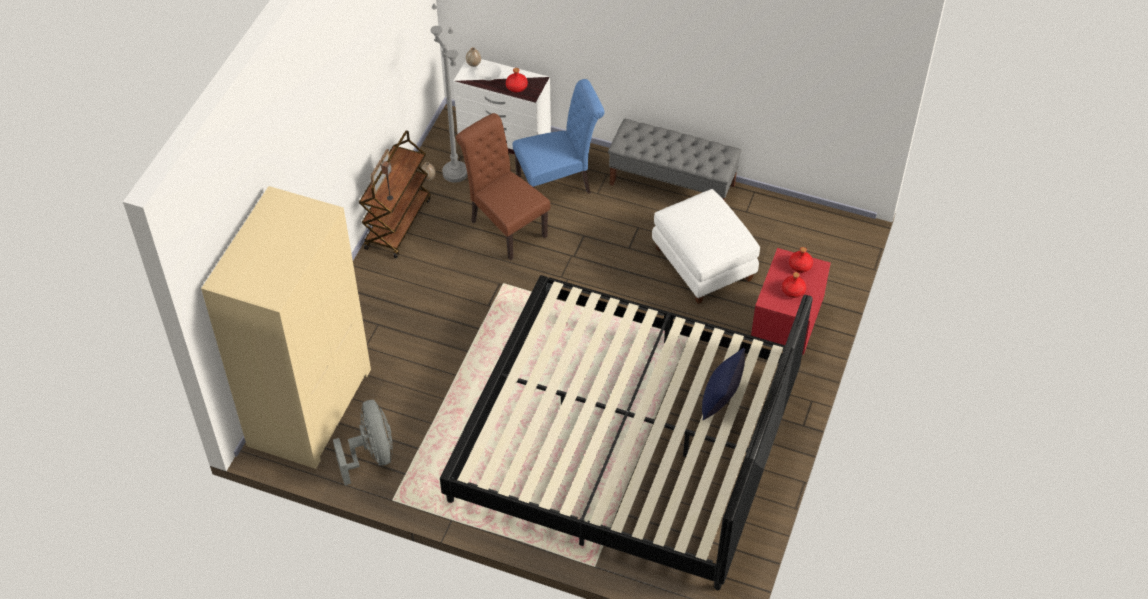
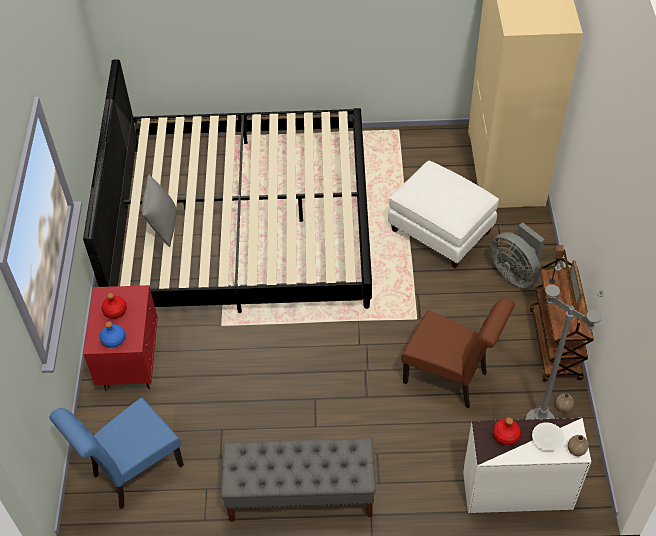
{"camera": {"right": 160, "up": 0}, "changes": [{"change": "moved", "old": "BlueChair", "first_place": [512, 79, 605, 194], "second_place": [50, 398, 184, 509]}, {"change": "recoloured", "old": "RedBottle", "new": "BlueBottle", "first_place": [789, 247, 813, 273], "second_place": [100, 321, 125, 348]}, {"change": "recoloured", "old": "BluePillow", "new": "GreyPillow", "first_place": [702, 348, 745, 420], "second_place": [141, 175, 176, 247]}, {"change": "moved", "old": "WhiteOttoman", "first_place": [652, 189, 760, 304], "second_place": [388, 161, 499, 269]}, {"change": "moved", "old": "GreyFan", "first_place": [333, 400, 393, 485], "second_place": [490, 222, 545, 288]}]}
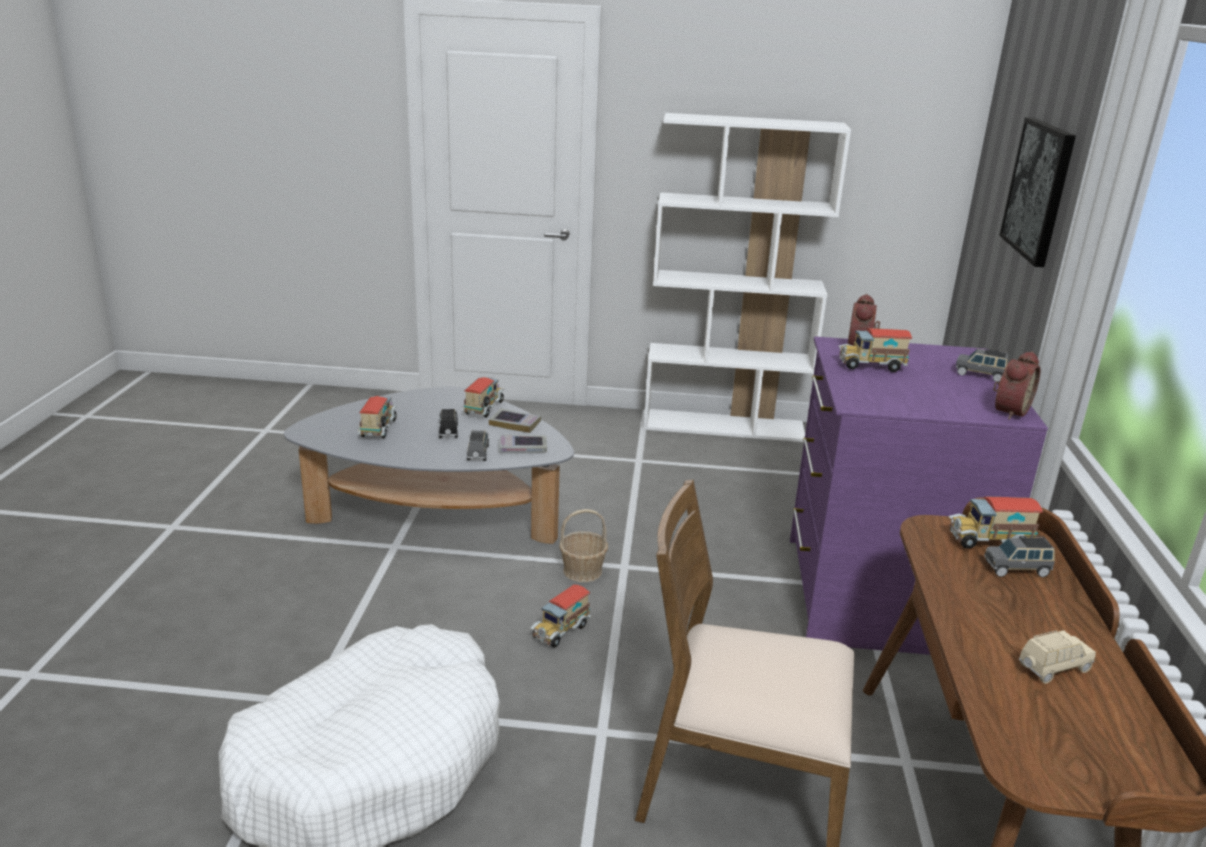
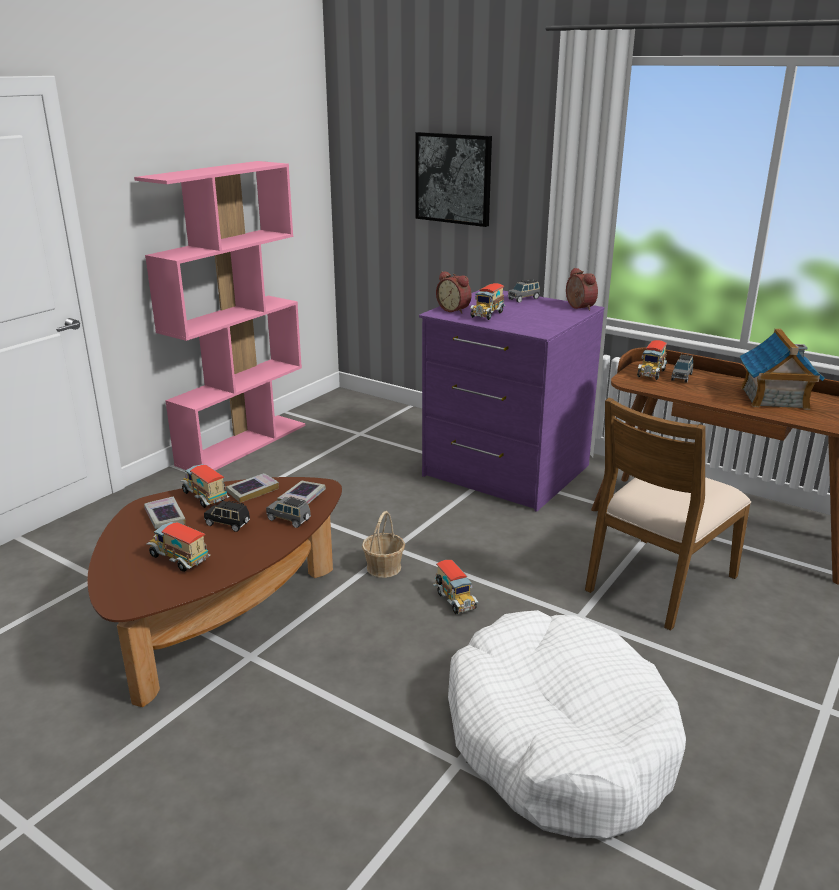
{"camera": {"right": -60, "up": 0}, "changes": [{"change": "recoloured", "old": "GreyCoffeeTable", "new": "BrownCoffeeTable", "first_place": [284, 387, 574, 544], "second_place": [87, 477, 342, 707]}, {"change": "recoloured", "old": "WhiteBookcase", "new": "PinkBookcase", "first_place": [643, 113, 851, 442], "second_place": [134, 161, 305, 471]}, {"change": "added", "new": "Book", "second_place": [144, 497, 186, 529]}, {"change": "replaced", "old": "BeigeToyCar", "new": "ToyHouse", "first_place": [1019, 630, 1096, 684], "second_place": [740, 329, 825, 410]}]}
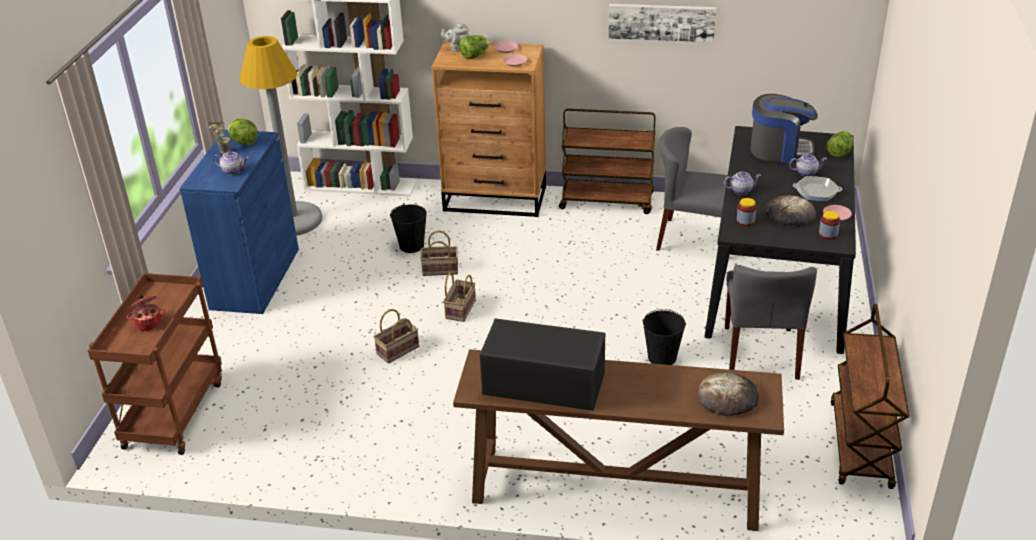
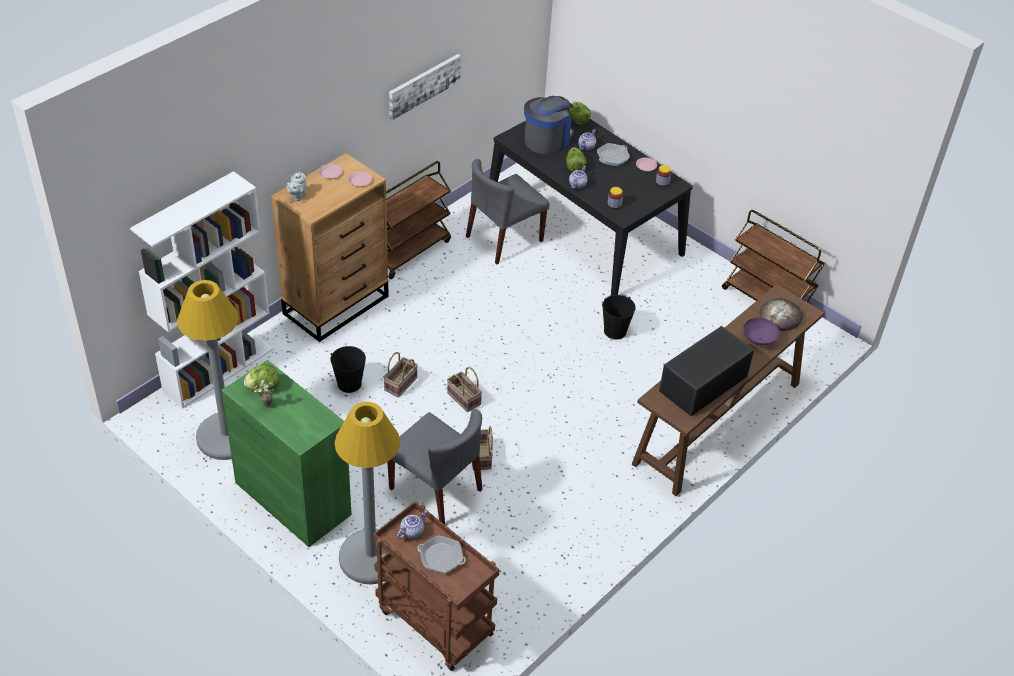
{"camera": {"right": -60, "up": 10}, "changes": [{"change": "recoloured", "old": "BlueCabinet", "new": "GreenCabinet", "first_place": [180, 130, 299, 314], "second_place": [221, 360, 352, 547]}, {"change": "added", "new": "GreyFloorLamp", "second_place": [335, 402, 400, 584]}, {"change": "moved", "old": "GreyChair", "first_place": [725, 265, 817, 380], "second_place": [387, 409, 482, 525]}, {"change": "moved", "old": "Teapot", "first_place": [213, 151, 248, 175], "second_place": [397, 510, 427, 539]}, {"change": "replaced", "old": "CookingPot", "new": "FryingPan", "first_place": [127, 295, 166, 331], "second_place": [417, 535, 466, 574]}, {"change": "moved", "old": "Lettuce", "first_place": [459, 35, 490, 59], "second_place": [566, 147, 587, 172]}, {"change": "added", "new": "PurpleBowl", "second_place": [743, 318, 779, 345]}, {"change": "removed", "old": "Bread", "first_place": [765, 195, 816, 227]}]}
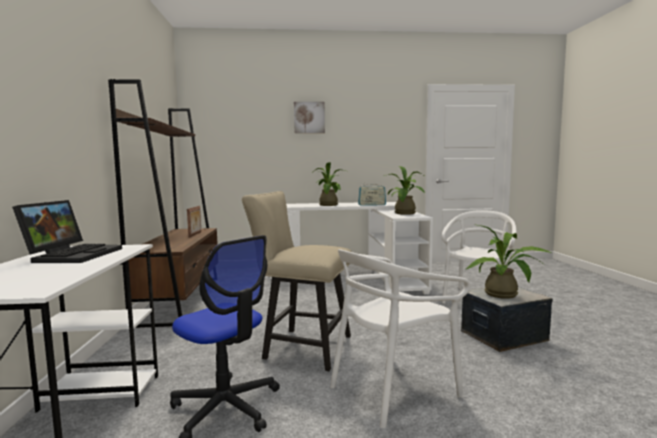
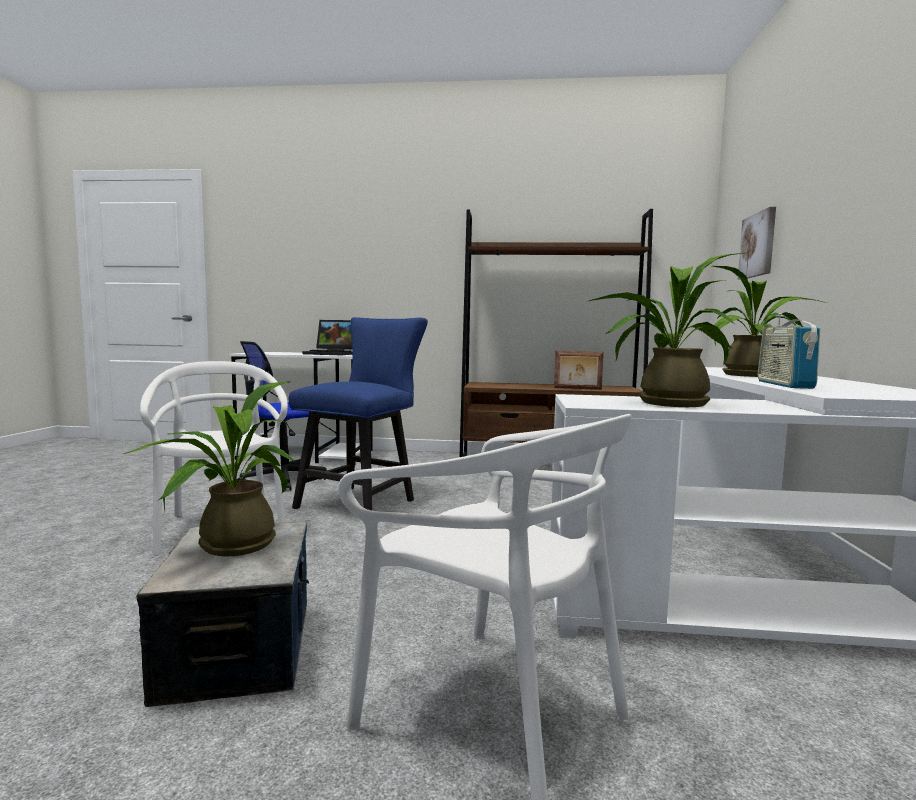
{"camera": {"right": 100, "up": 0}, "changes": [{"change": "recoloured", "old": "BeigeChair", "new": "BlueChair", "first_place": [242, 191, 352, 371], "second_place": [289, 317, 428, 510]}, {"change": "moved", "old": "Picture", "first_place": [294, 102, 325, 133], "second_place": [738, 207, 776, 280]}]}
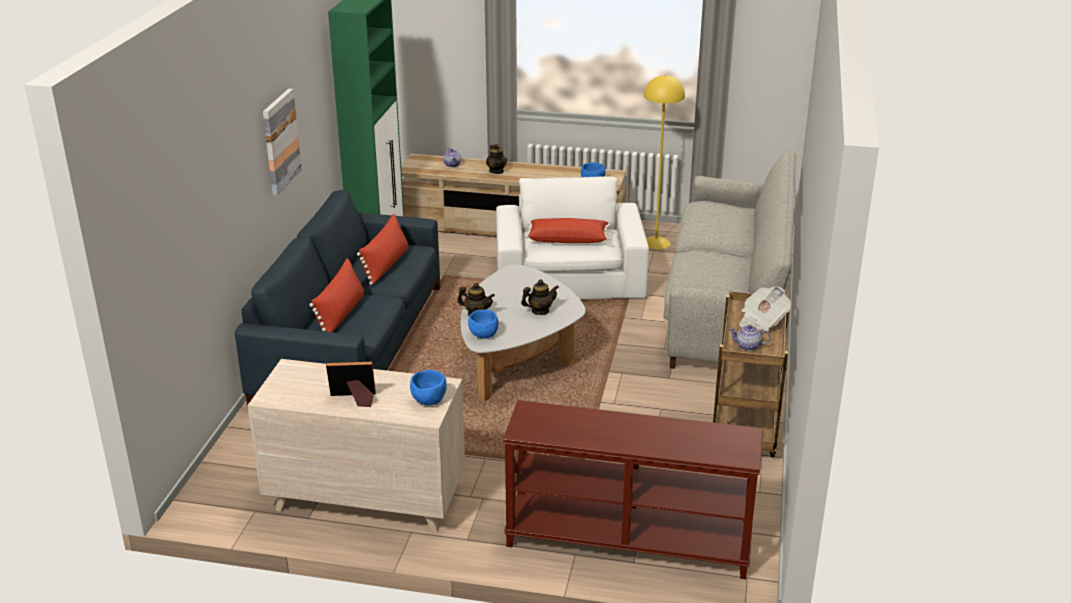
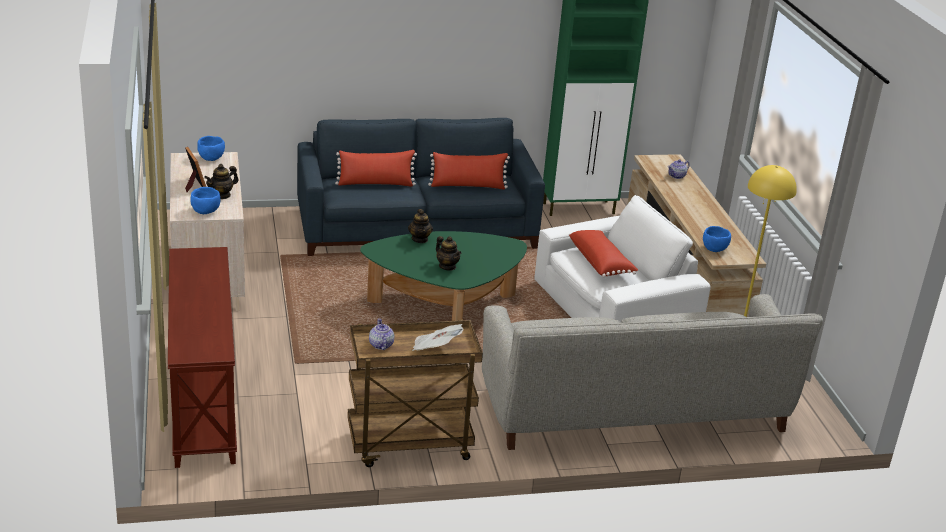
{"camera": {"right": 65, "up": 0}, "changes": [{"change": "moved", "old": "BlueBowl", "first_place": [468, 309, 498, 339], "second_place": [197, 136, 225, 161]}, {"change": "moved", "old": "Teapot", "first_place": [486, 144, 507, 174], "second_place": [204, 164, 238, 199]}, {"change": "recoloured", "old": "WhiteCoffeeTable", "new": "GreenCoffeeTable", "first_place": [461, 264, 585, 402], "second_place": [360, 231, 527, 321]}, {"change": "removed", "old": "Picture", "first_place": [263, 89, 302, 196]}]}
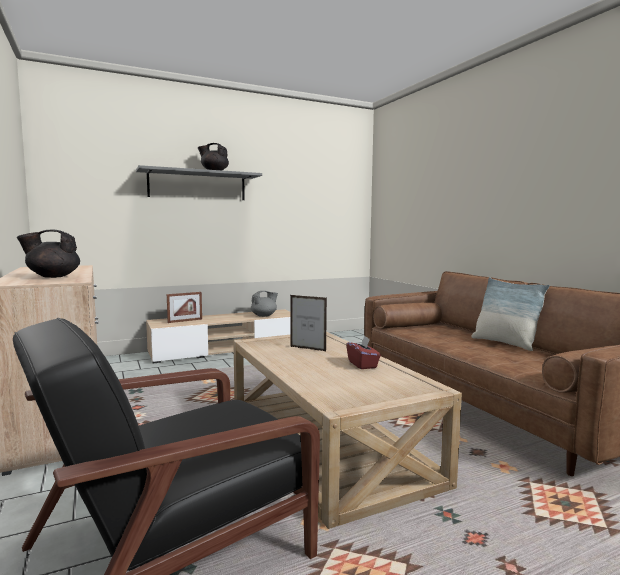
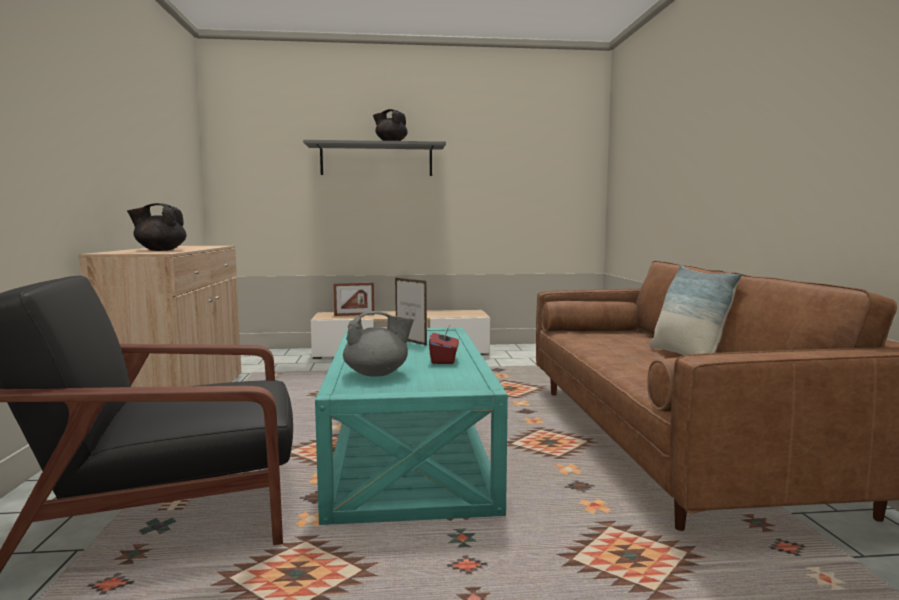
{"camera": {"right": 20, "up": 0}, "changes": [{"change": "recoloured", "old": "BeigeCoffeeTable", "new": "TurquoiseCoffeeTable", "first_place": [233, 332, 462, 529], "second_place": [315, 328, 508, 525]}, {"change": "moved", "old": "GreyTeapot", "first_place": [251, 291, 278, 317], "second_place": [343, 311, 414, 377]}]}
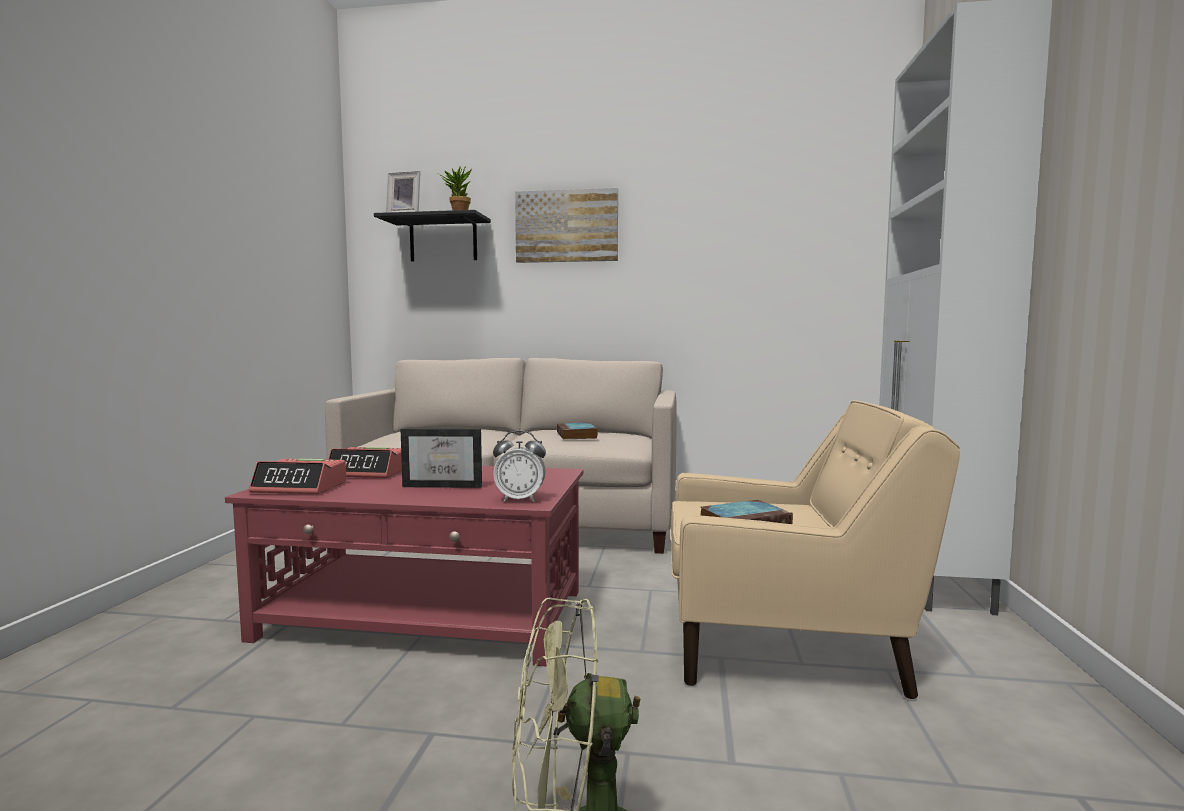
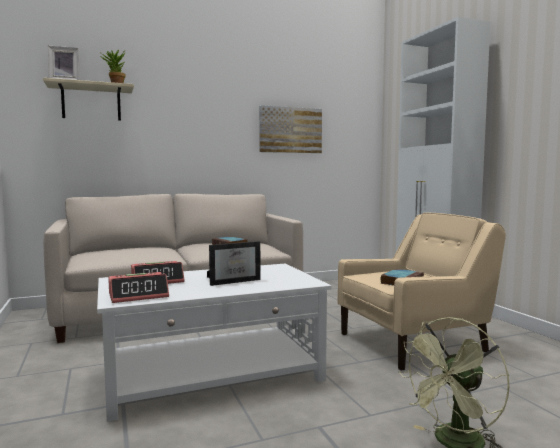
{"camera": {"right": -30, "up": 0}, "changes": [{"change": "recoloured", "old": "BlackShelf", "new": "BeigeShelf", "first_place": [374, 210, 491, 261], "second_place": [43, 78, 134, 121]}, {"change": "recoloured", "old": "RedCoffeeTable", "new": "WhiteCoffeeTable", "first_place": [225, 466, 584, 667], "second_place": [97, 263, 331, 422]}, {"change": "moved", "old": "Picture", "first_place": [515, 188, 618, 263], "second_place": [259, 105, 322, 153]}, {"change": "removed", "old": "AlarmClock", "first_place": [493, 431, 546, 502]}]}
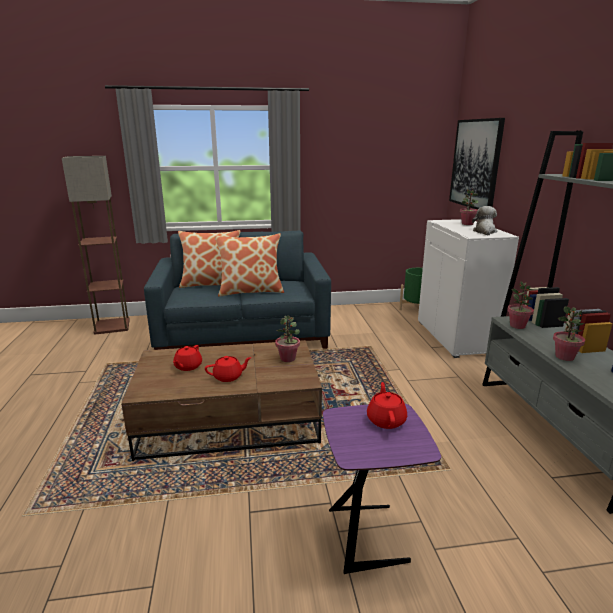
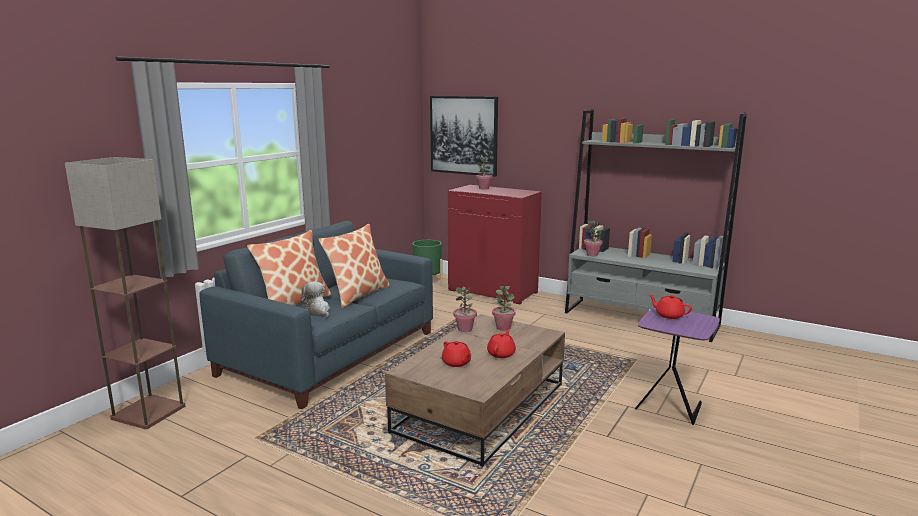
{"camera": {"right": -50, "up": -5}, "changes": [{"change": "moved", "old": "PlushToy", "first_place": [472, 206, 497, 235], "second_place": [300, 281, 330, 318]}, {"change": "recoloured", "old": "WhiteCabinet", "new": "RedCabinet", "first_place": [418, 219, 519, 358], "second_place": [448, 185, 542, 304]}, {"change": "moved", "old": "PottedPlant", "first_place": [553, 306, 585, 361], "second_place": [453, 287, 477, 332]}]}
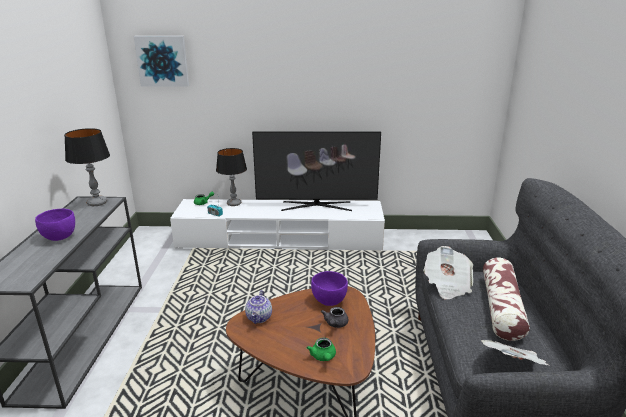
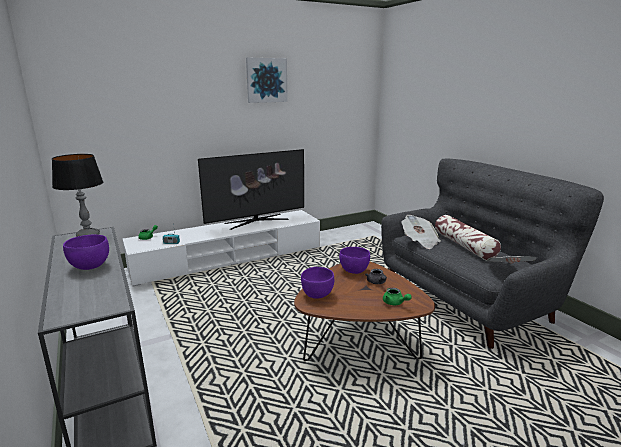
{"camera": {"right": -30, "up": -5}, "changes": [{"change": "moved", "old": "Picture", "first_place": [134, 36, 189, 87], "second_place": [246, 58, 288, 103]}, {"change": "replaced", "old": "Teapot", "new": "PurpleBowl", "first_place": [245, 290, 272, 324], "second_place": [301, 267, 334, 299]}, {"change": "removed", "old": "TableLamp", "first_place": [216, 148, 247, 206]}]}
